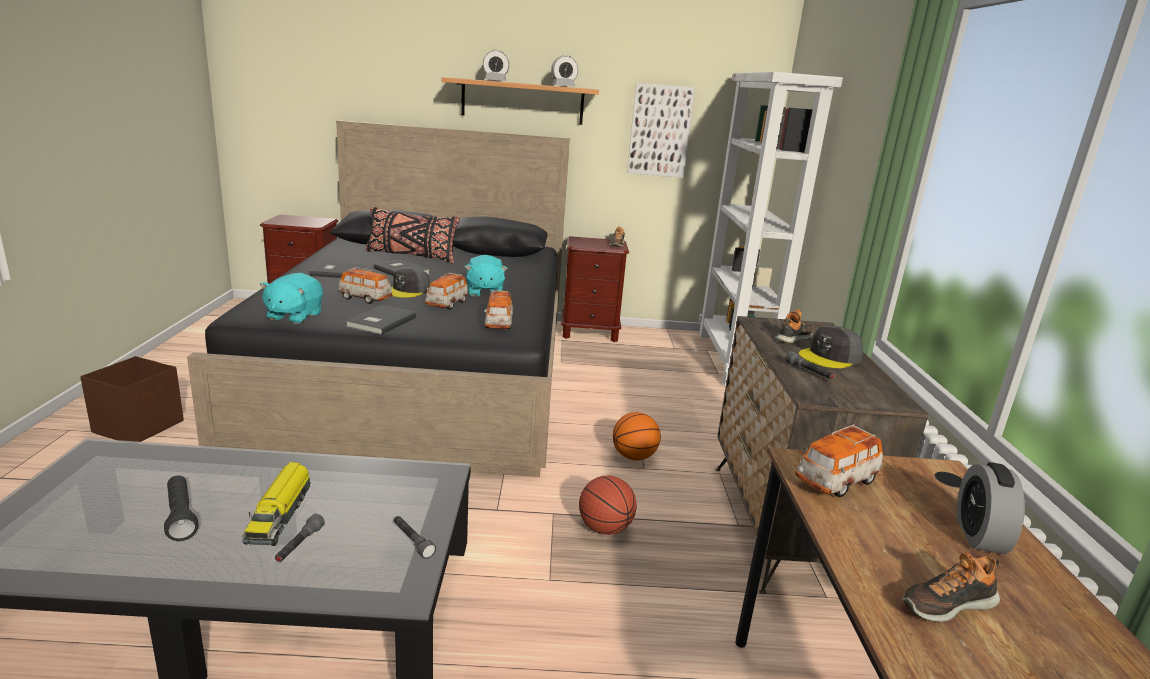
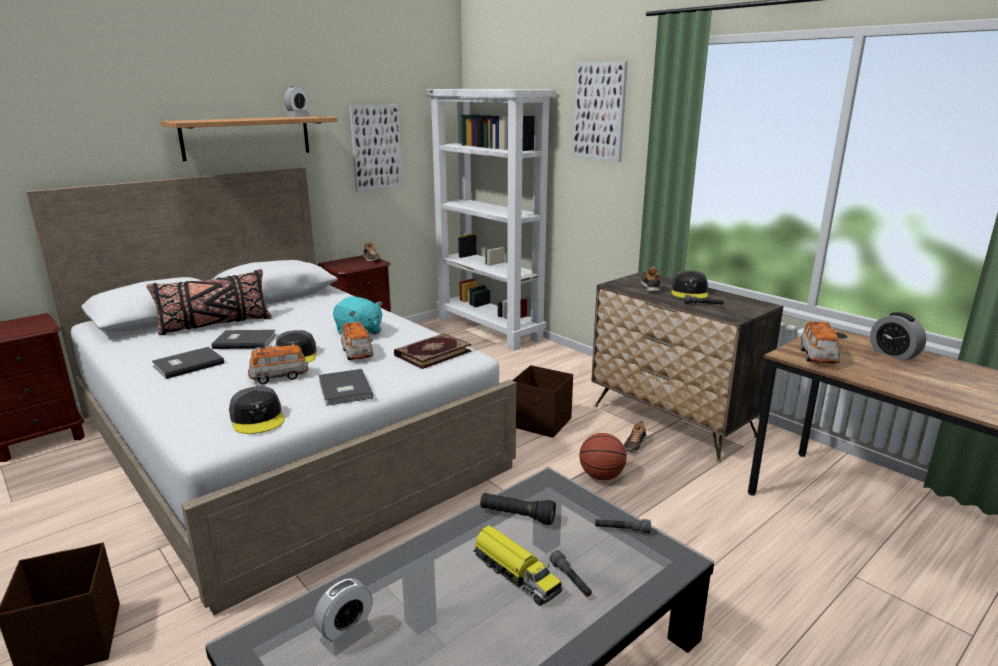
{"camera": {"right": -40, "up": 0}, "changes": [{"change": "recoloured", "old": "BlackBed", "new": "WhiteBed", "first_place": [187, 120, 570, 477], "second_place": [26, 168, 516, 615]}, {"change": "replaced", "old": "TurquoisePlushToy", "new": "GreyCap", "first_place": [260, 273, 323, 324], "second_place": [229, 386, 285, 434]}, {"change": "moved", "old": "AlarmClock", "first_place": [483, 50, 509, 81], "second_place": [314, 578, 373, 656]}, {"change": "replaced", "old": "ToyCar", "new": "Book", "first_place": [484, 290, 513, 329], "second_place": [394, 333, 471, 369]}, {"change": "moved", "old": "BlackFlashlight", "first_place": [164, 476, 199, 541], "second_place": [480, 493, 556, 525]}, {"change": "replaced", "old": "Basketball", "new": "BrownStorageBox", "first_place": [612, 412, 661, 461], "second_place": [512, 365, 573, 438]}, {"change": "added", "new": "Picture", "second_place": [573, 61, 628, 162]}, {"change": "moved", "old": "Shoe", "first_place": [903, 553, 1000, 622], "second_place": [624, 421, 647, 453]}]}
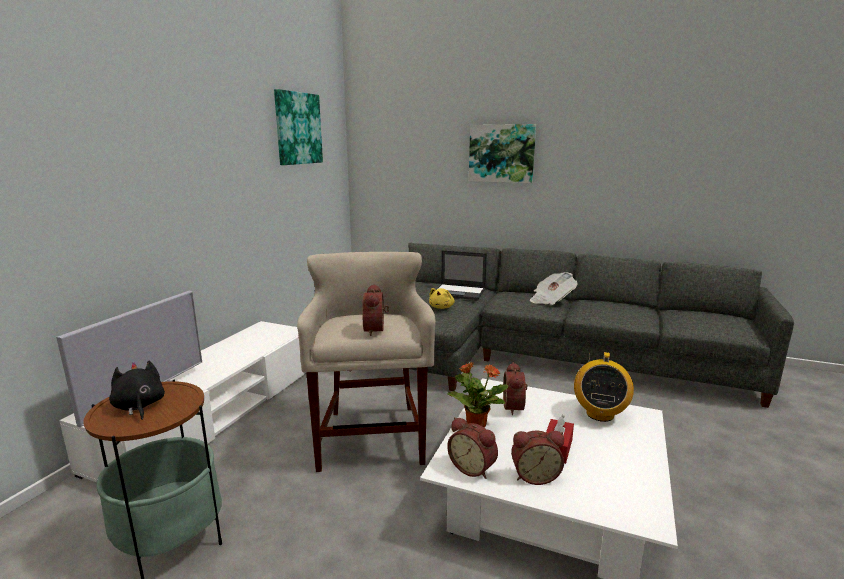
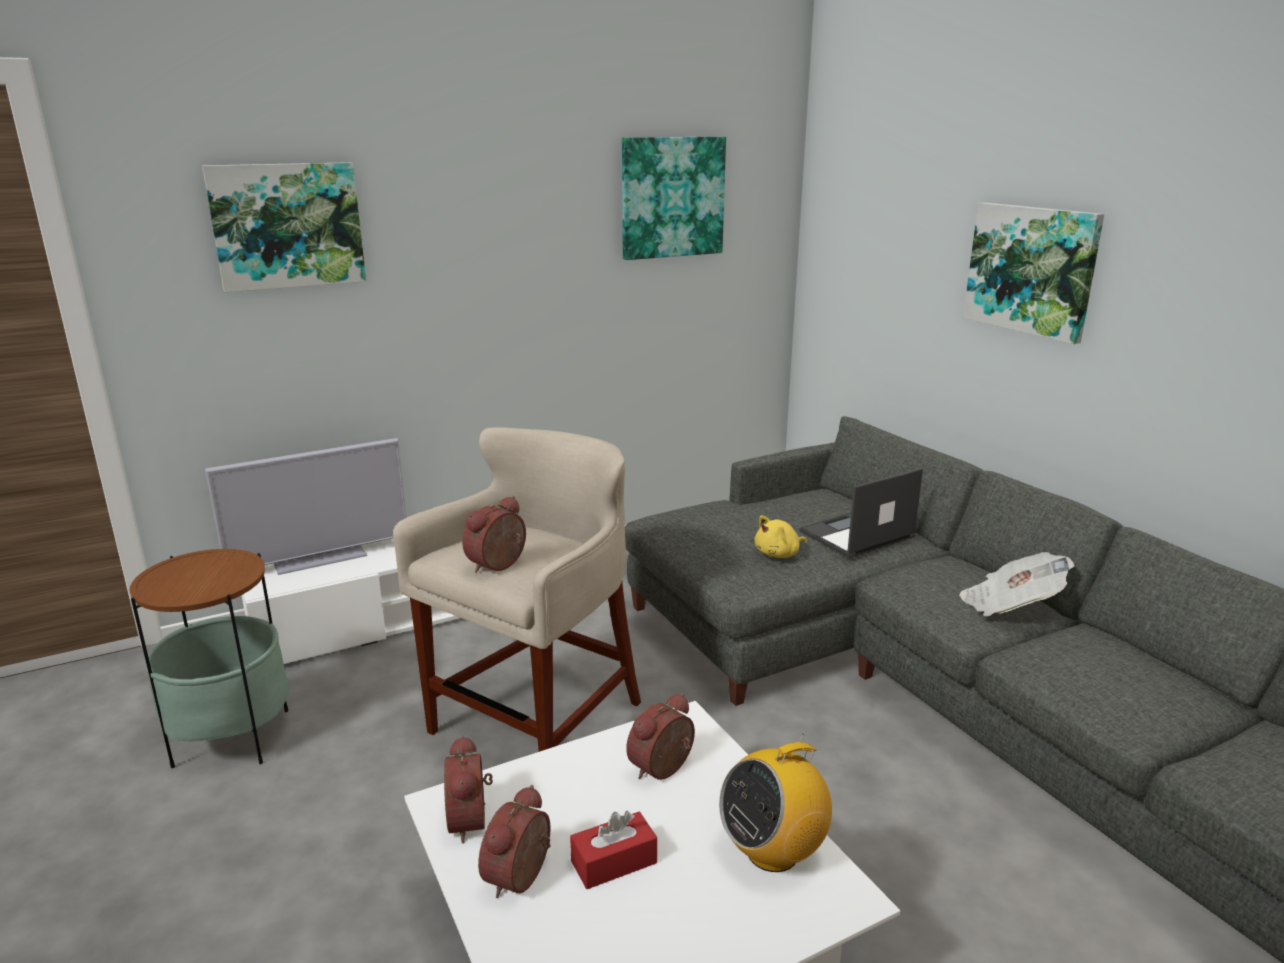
{"camera": {"right": 40, "up": 5}, "changes": [{"change": "added", "new": "Picture", "second_place": [202, 162, 366, 292]}, {"change": "turned", "old": "AlarmClock", "first_place": [511, 431, 564, 485], "second_place": [478, 785, 551, 898], "degrees": 75}, {"change": "turned", "old": "Laptop", "first_place": [436, 250, 487, 300], "second_place": [799, 468, 923, 558], "degrees": 90}, {"change": "removed", "old": "BlackPlushToy", "first_place": [109, 361, 165, 420]}, {"change": "removed", "old": "PottedPlant", "first_place": [447, 362, 509, 427]}]}
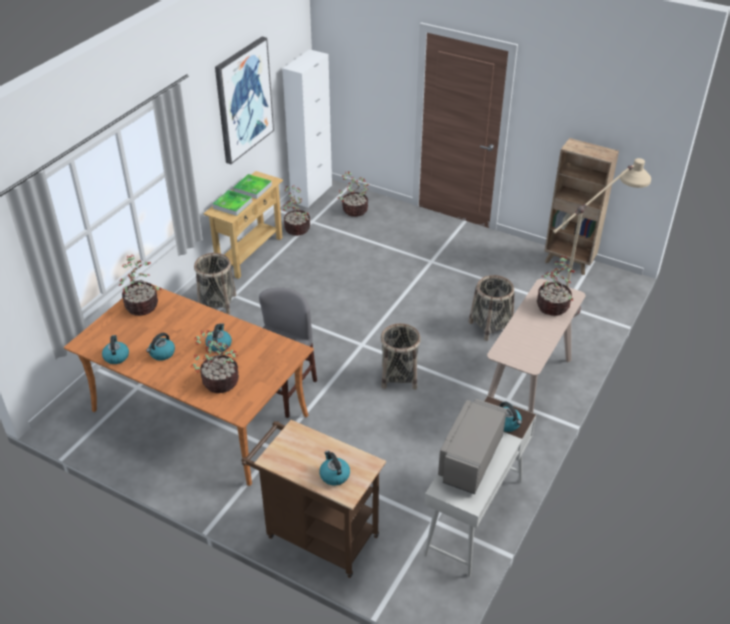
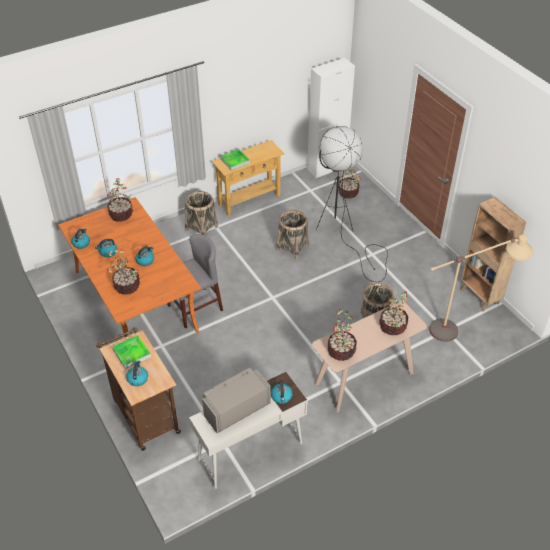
{"camera": {"right": 30, "up": 5}, "changes": [{"change": "moved", "old": "Tray", "first_place": [233, 174, 272, 199], "second_place": [112, 335, 151, 369]}, {"change": "moved", "old": "Basket", "first_place": [380, 323, 421, 390], "second_place": [276, 210, 309, 259]}, {"change": "added", "new": "BlackFloorLamp", "second_place": [316, 126, 388, 282]}, {"change": "moved", "old": "PottedPlant", "first_place": [283, 185, 310, 236], "second_place": [328, 309, 356, 361]}, {"change": "removed", "old": "Picture", "first_place": [215, 37, 274, 164]}]}
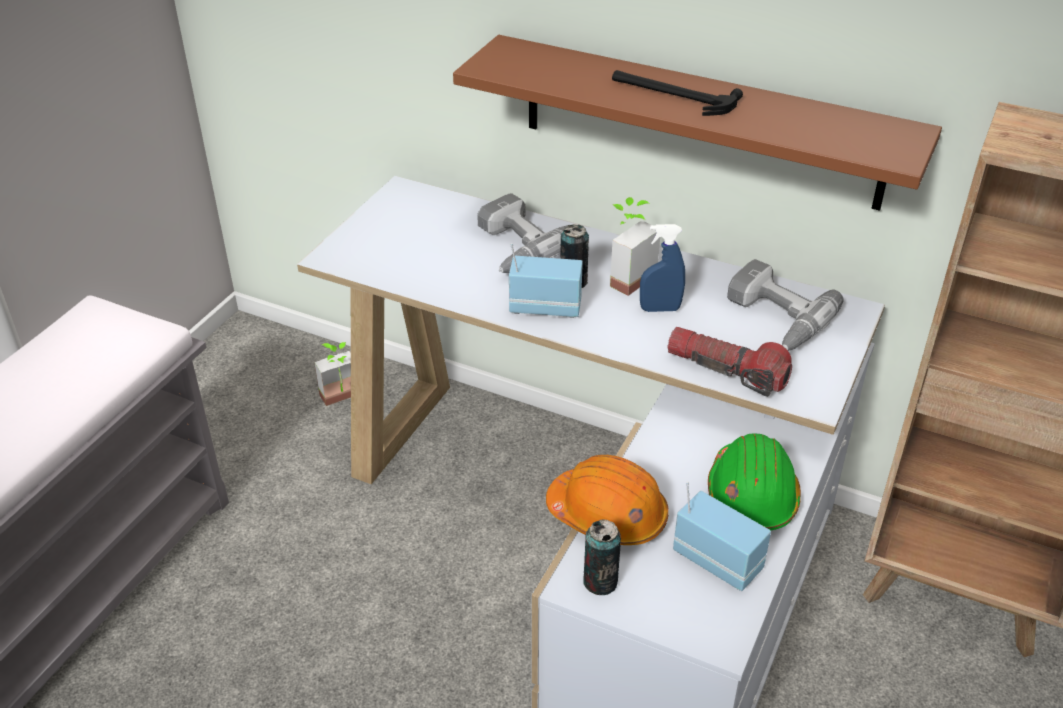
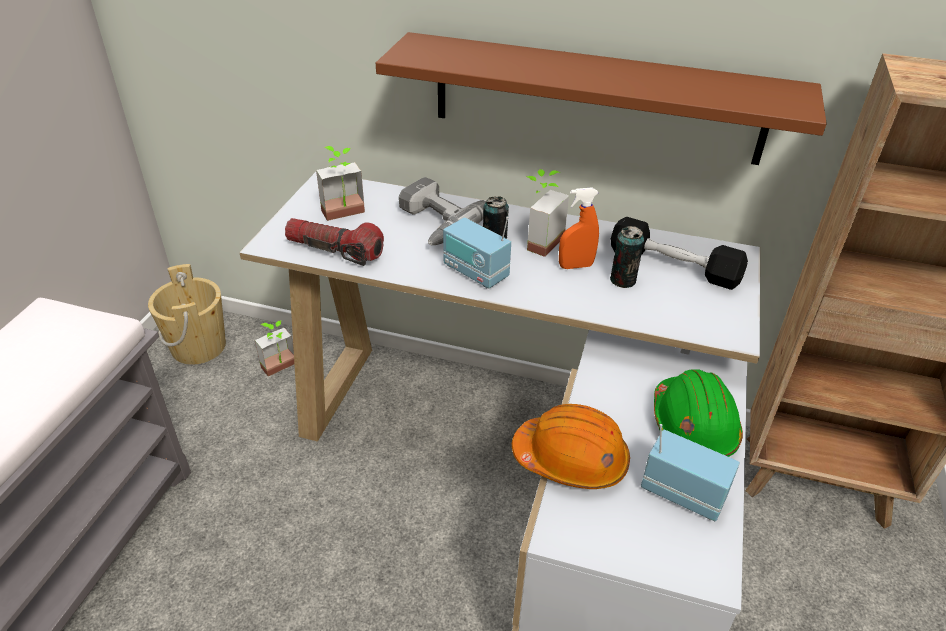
{"camera": {"right": -10, "up": 0}, "changes": [{"change": "added", "new": "BeigeBucket", "second_place": [148, 264, 226, 365]}, {"change": "moved", "old": "Flashlight", "first_place": [667, 327, 792, 397], "second_place": [285, 218, 384, 266]}, {"change": "added", "new": "PottedPlant", "second_place": [316, 146, 365, 221]}, {"change": "turned", "old": "Radio", "first_place": [509, 243, 583, 318], "second_place": [443, 216, 511, 289], "degrees": -135}, {"change": "recoloured", "old": "BlueSprayBottle", "new": "OrangeSprayBottle", "first_place": [640, 224, 685, 312], "second_place": [559, 188, 599, 269]}, {"change": "moved", "old": "Can", "first_place": [584, 519, 621, 595], "second_place": [610, 226, 644, 288]}, {"change": "replaced", "old": "PowerDrill", "new": "BlackDumbbell", "first_place": [727, 259, 843, 351], "second_place": [611, 217, 748, 290]}, {"change": "removed", "old": "Hammer", "first_place": [612, 70, 743, 116]}]}
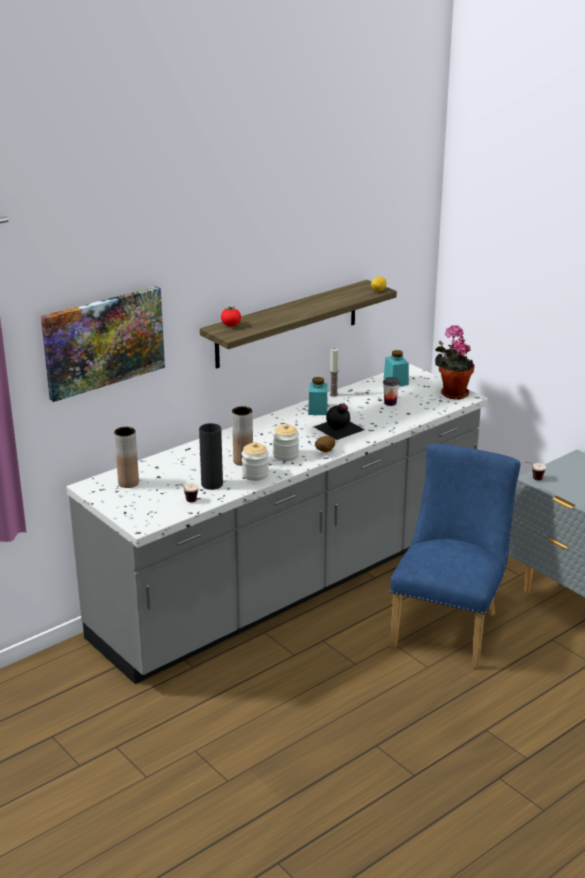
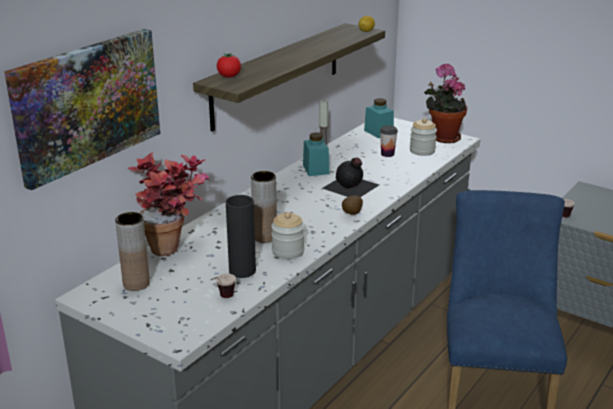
{"camera": {"right": -15, "up": 0}, "changes": [{"change": "added", "new": "PottedPlant", "second_place": [127, 152, 209, 256]}, {"change": "moved", "old": "Jar", "first_place": [273, 423, 299, 461], "second_place": [410, 118, 437, 156]}]}
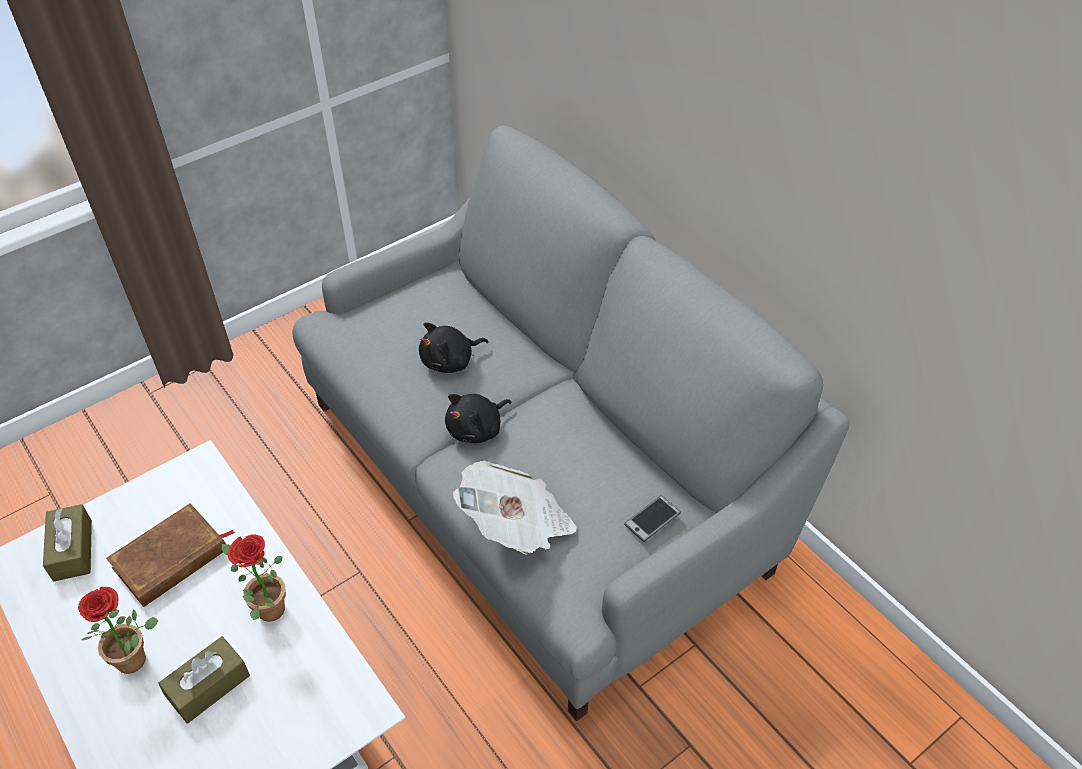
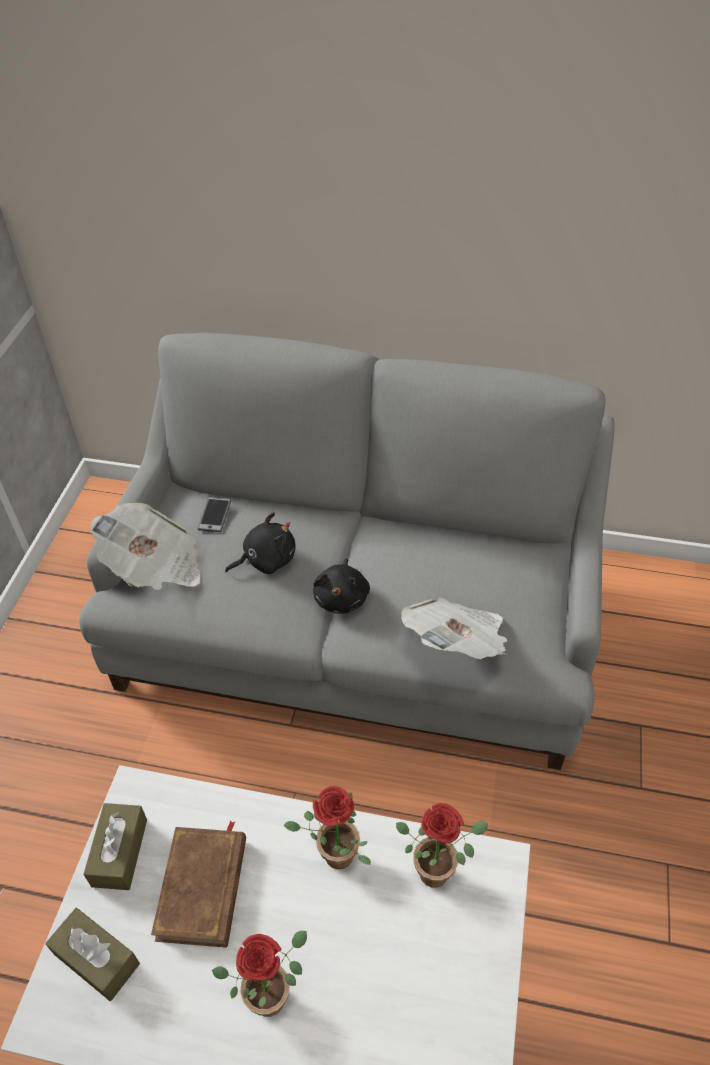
{"camera": {"right": -40, "up": 0}, "changes": [{"change": "moved", "old": "BrownTissueBox", "first_place": [158, 636, 250, 724], "second_place": [83, 803, 147, 890]}, {"change": "added", "new": "Newspaper", "second_place": [90, 503, 200, 590]}, {"change": "moved", "old": "Phone", "first_place": [624, 495, 681, 542], "second_place": [198, 497, 231, 532]}, {"change": "turned", "old": "BlackPlushToy", "first_place": [419, 322, 488, 373], "second_place": [225, 512, 296, 574], "degrees": -135}, {"change": "added", "new": "PottedPlant", "second_place": [396, 803, 488, 888]}]}
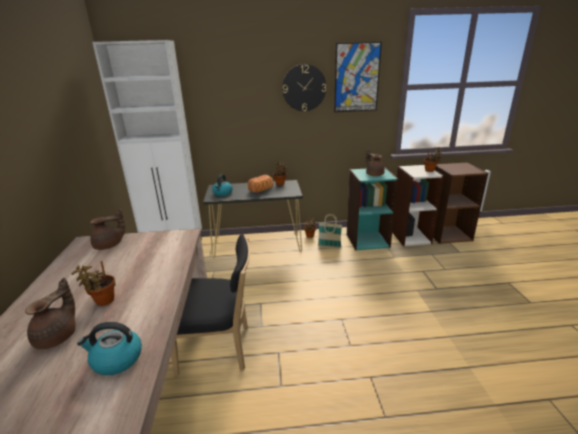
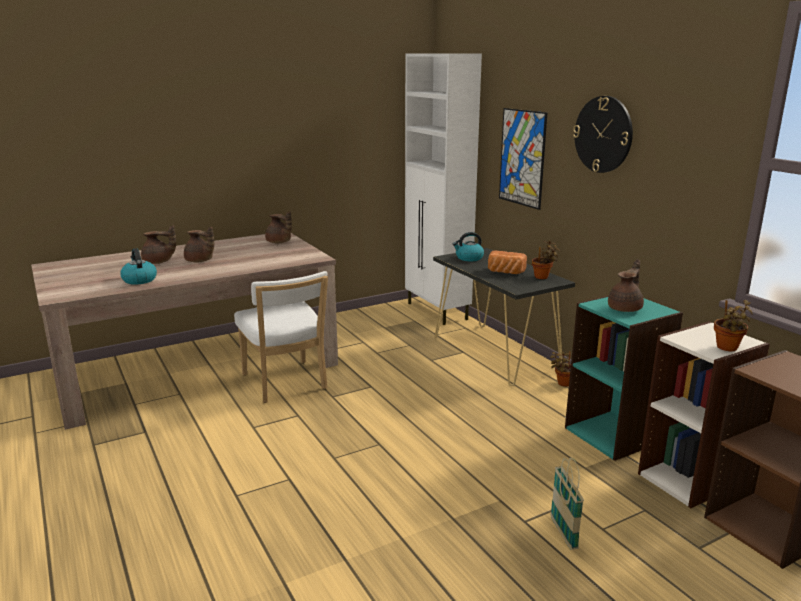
{"camera": {"right": 65, "up": -5}, "changes": [{"change": "replaced", "old": "PottedPlant", "new": "BrownTeapot", "first_place": [72, 261, 116, 306], "second_place": [184, 227, 214, 263]}, {"change": "recoloured", "old": "BlackChair", "new": "WhiteChair", "first_place": [171, 234, 250, 376], "second_place": [234, 271, 328, 403]}, {"change": "moved", "old": "Picture", "first_place": [334, 42, 382, 112], "second_place": [499, 108, 547, 210]}, {"change": "moved", "old": "Basket", "first_place": [318, 214, 342, 248], "second_place": [550, 458, 584, 550]}]}
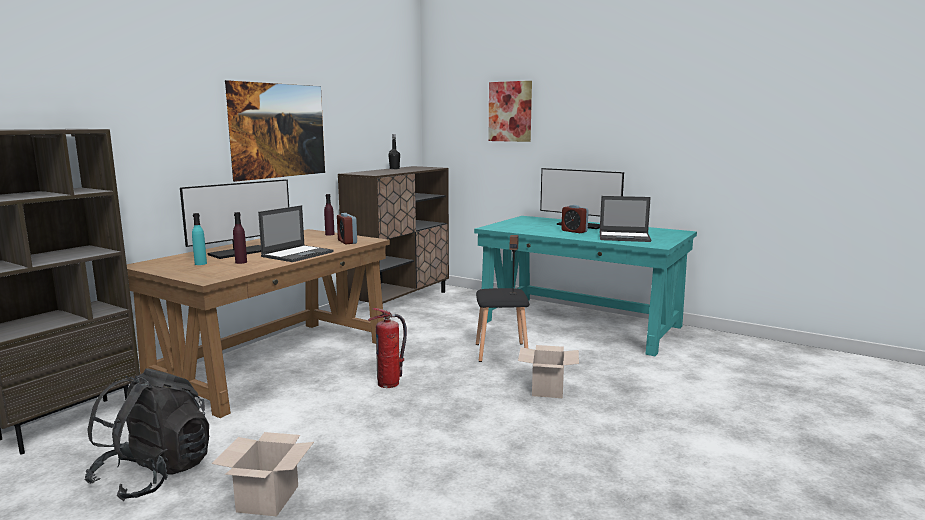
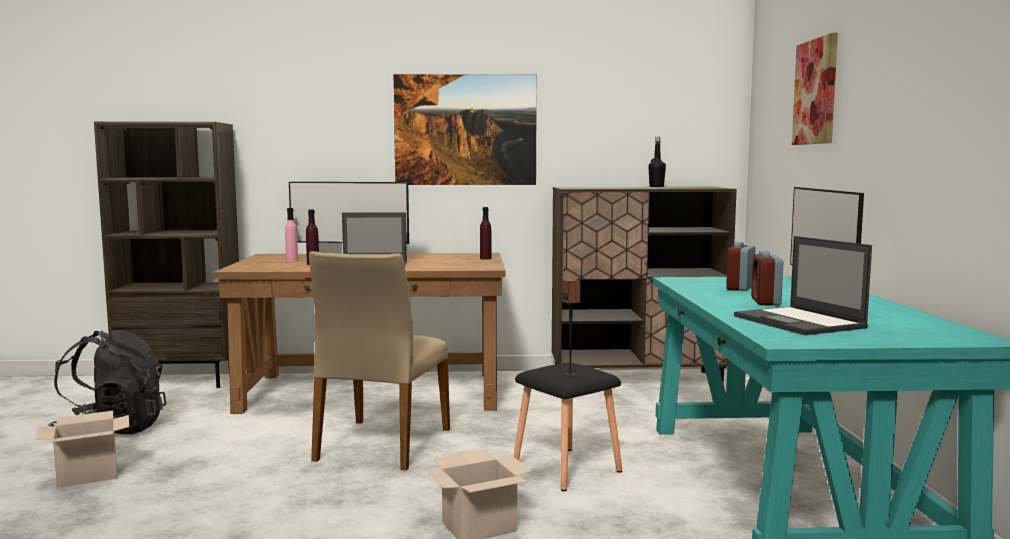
{"camera": {"right": 55, "up": -5}, "changes": [{"change": "recoloured", "old": "TurquoiseBottle", "new": "PinkBottle", "first_place": [192, 213, 207, 265], "second_place": [285, 208, 298, 261]}, {"change": "replaced", "old": "FireExtinguisher", "new": "BeigeChair", "first_place": [368, 308, 407, 388], "second_place": [309, 251, 450, 471]}, {"change": "moved", "old": "AlarmClock", "first_place": [337, 213, 357, 244], "second_place": [726, 242, 756, 291]}]}
